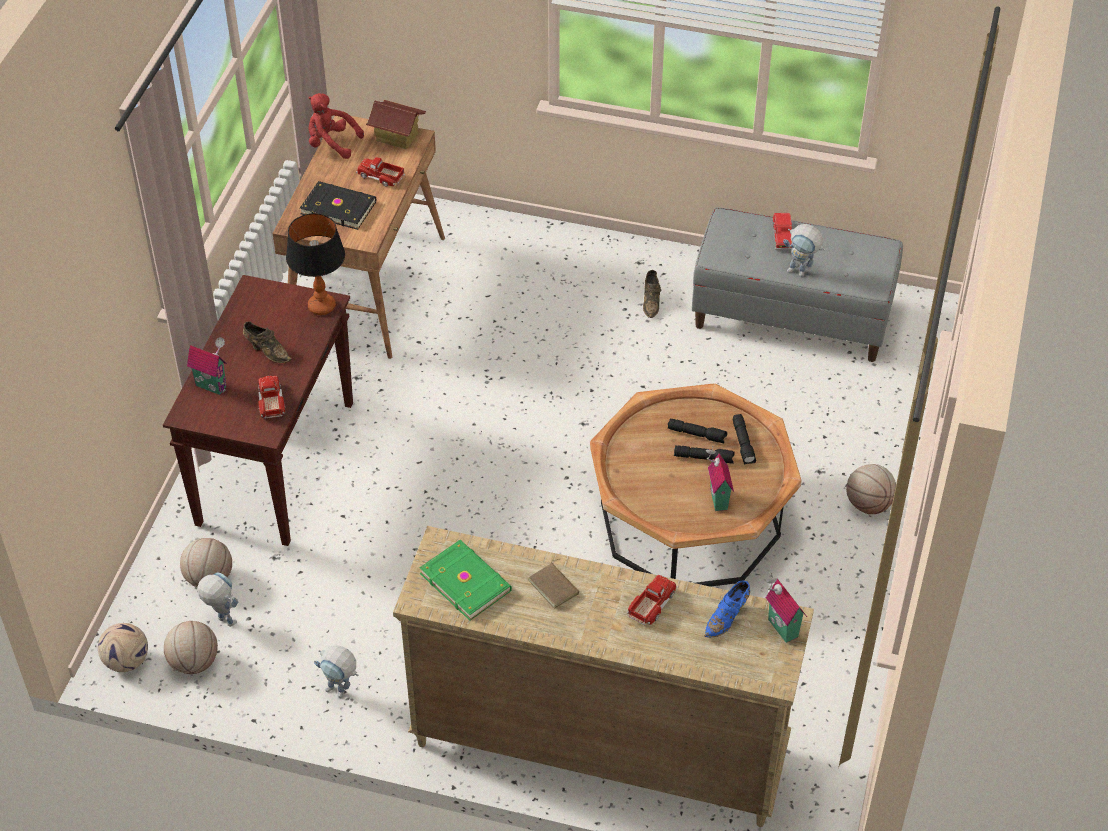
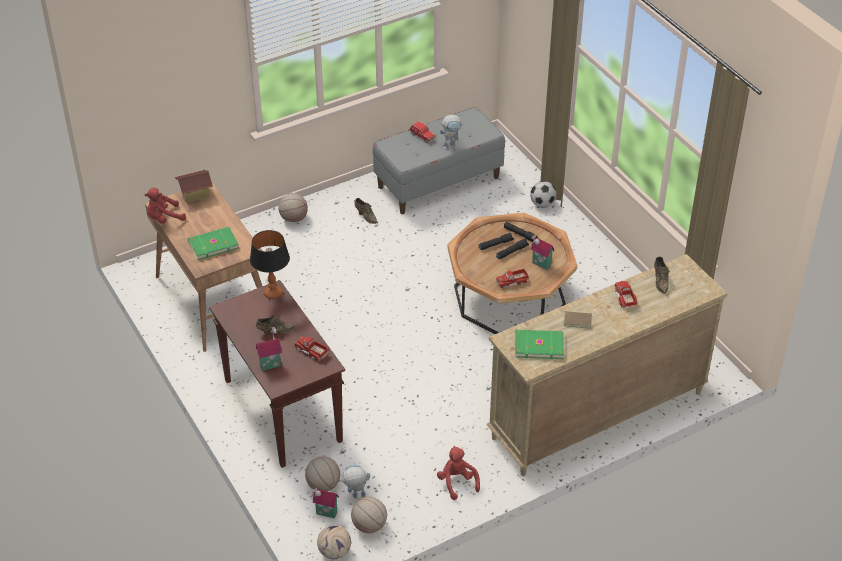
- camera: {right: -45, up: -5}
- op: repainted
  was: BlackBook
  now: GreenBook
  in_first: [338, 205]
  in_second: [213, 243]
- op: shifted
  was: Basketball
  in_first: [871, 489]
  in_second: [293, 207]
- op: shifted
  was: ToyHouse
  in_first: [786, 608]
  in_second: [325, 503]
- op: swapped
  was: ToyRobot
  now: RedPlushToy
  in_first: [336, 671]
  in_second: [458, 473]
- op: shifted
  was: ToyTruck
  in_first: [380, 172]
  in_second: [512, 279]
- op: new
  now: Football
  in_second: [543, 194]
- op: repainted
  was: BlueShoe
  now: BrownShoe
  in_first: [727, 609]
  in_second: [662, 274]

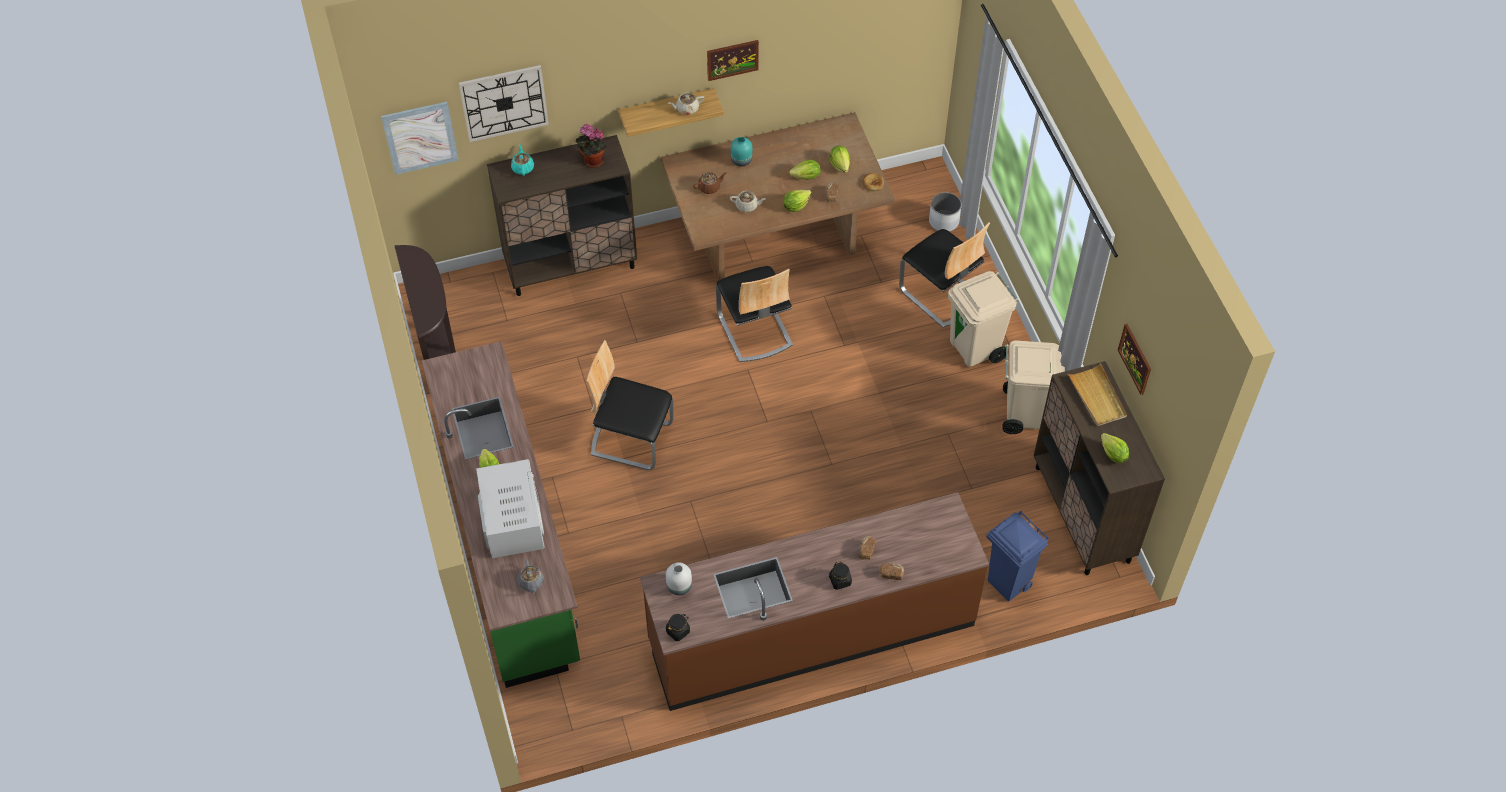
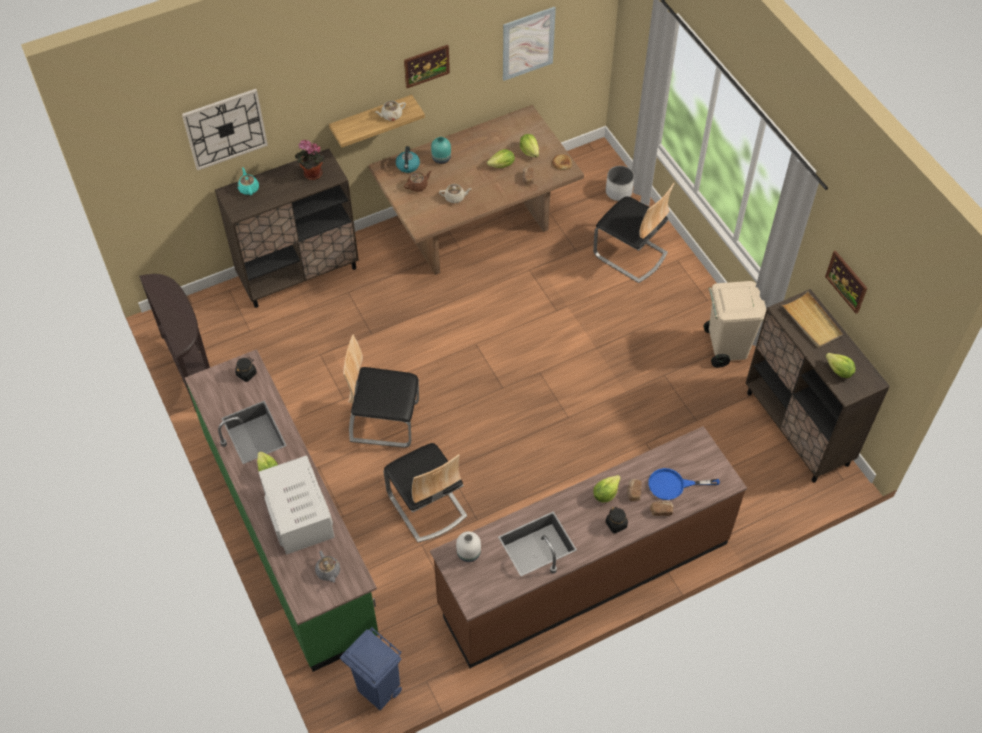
- camera: {right: -10, up: 0}
- op: shifted
  was: BlackJar
  in_first: [678, 627]
  in_second: [246, 369]
- op: shifted
  was: BlueTrashCan
  in_first: [1017, 556]
  in_second: [371, 668]
- op: shifted
  was: Chair
  in_first: [754, 314]
  in_second: [425, 493]
- op: new
  now: Kettle
  in_second: [408, 159]
- op: shifted
  was: Picture
  in_first: [420, 138]
  in_second: [529, 44]
- op: shifted
  was: Lettuce
  in_first: [797, 201]
  in_second: [607, 489]
- op: new
  now: BlueFryingPan
  in_second: [684, 484]
- op: gone
  was: BeigeTrashCan
  in_first: [983, 319]

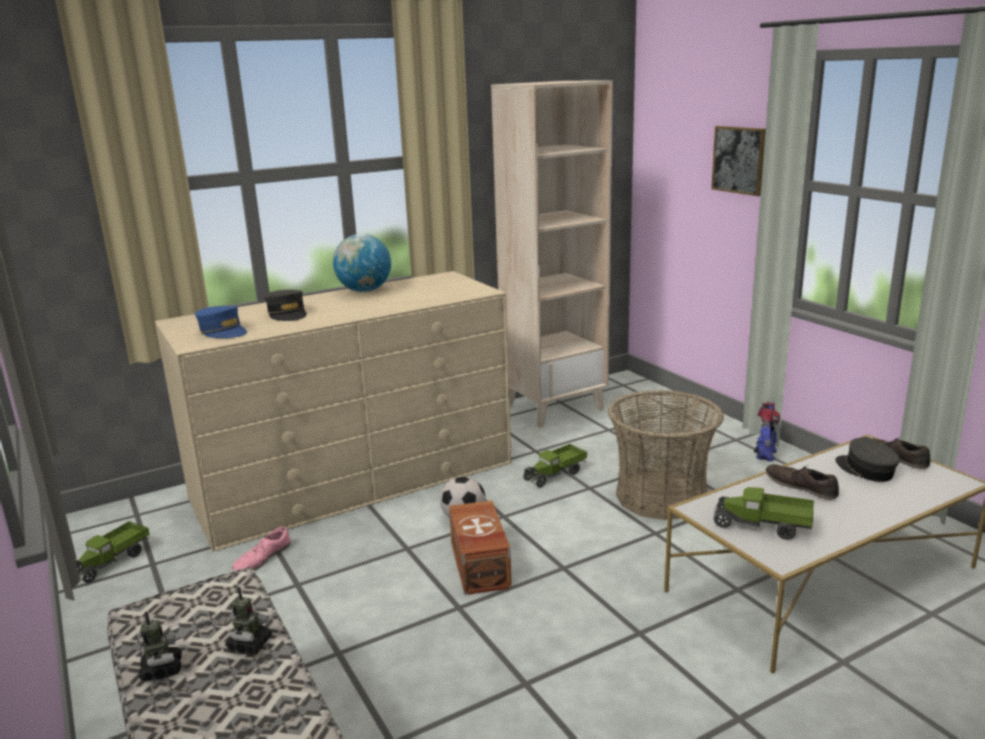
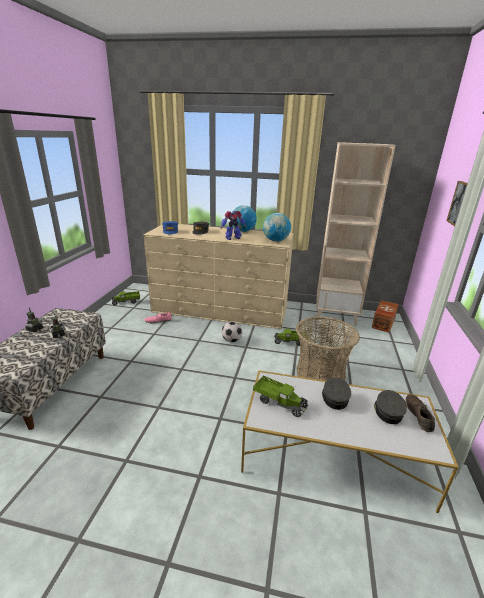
- camera: {right: 40, up: 5}
- op: shifted
  was: ToyRobot
  in_first: [767, 432]
  in_second: [233, 225]
- op: rotated
  was: ToyTruck
  in_first: [763, 513]
  in_second: [280, 396]
  clockwise: 150
- op: new
  now: Globe
  in_second: [277, 227]
- op: swapped
  was: BrownShoe
  now: GreyCap
  in_first: [802, 482]
  in_second: [336, 393]
- op: shifted
  was: BrownStorageBox
  in_first: [480, 547]
  in_second: [385, 316]

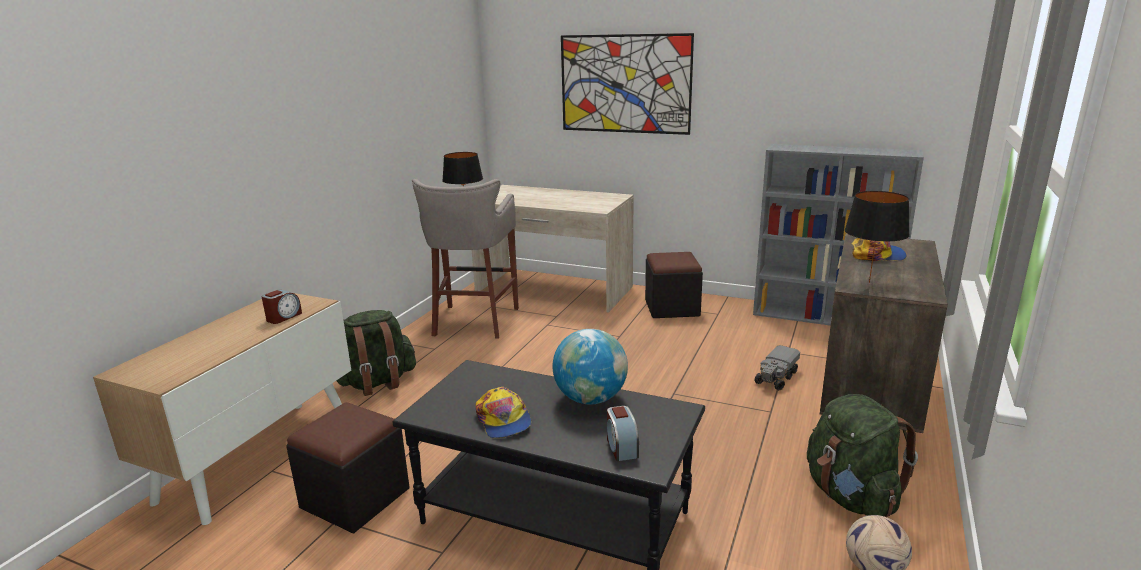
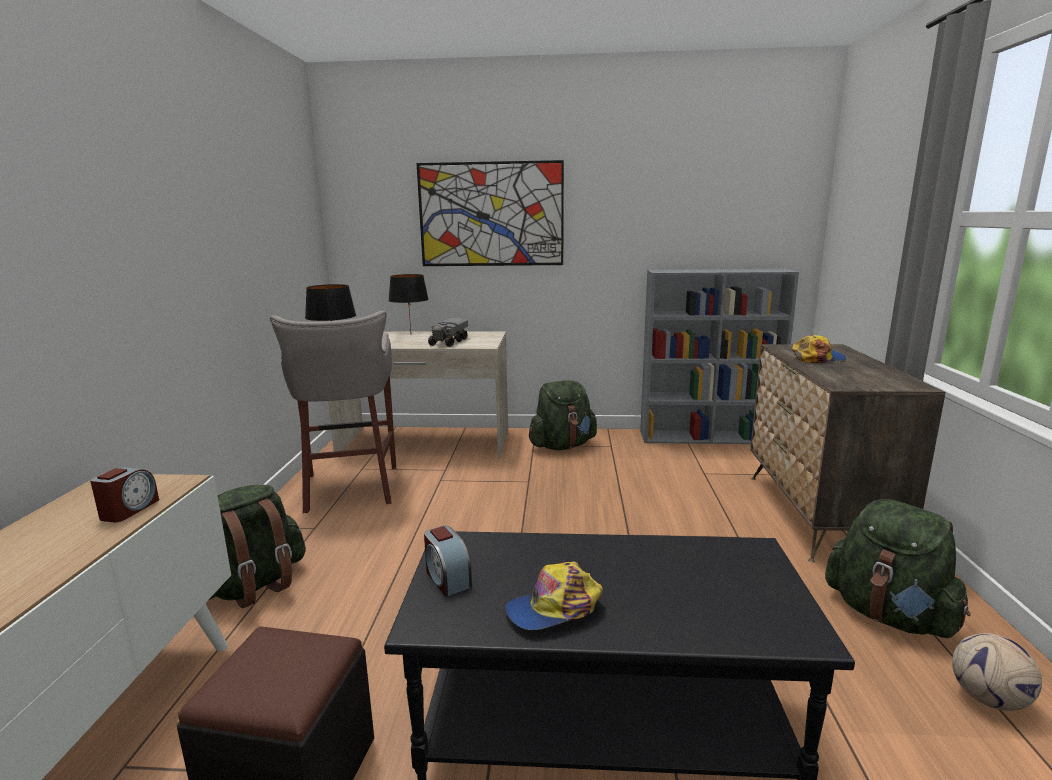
- camera: {right: -20, up: -5}
- op: shifted
  was: BlackTableLamp
  in_first: [877, 237]
  in_second: [408, 302]
- op: shifted
  was: AlarmClock
  in_first: [623, 433]
  in_second: [448, 561]
- op: shifted
  was: ToyTruck
  in_first: [777, 367]
  in_second: [448, 332]
- op: rotated
  was: Cap
  in_first: [503, 412]
  in_second: [554, 596]
  clockwise: 105
- op: swapped
  was: BlackOttoman
  now: GreenBackpack
  in_first: [674, 285]
  in_second: [563, 415]
- op: gone
  was: Globe
  in_first: [590, 367]

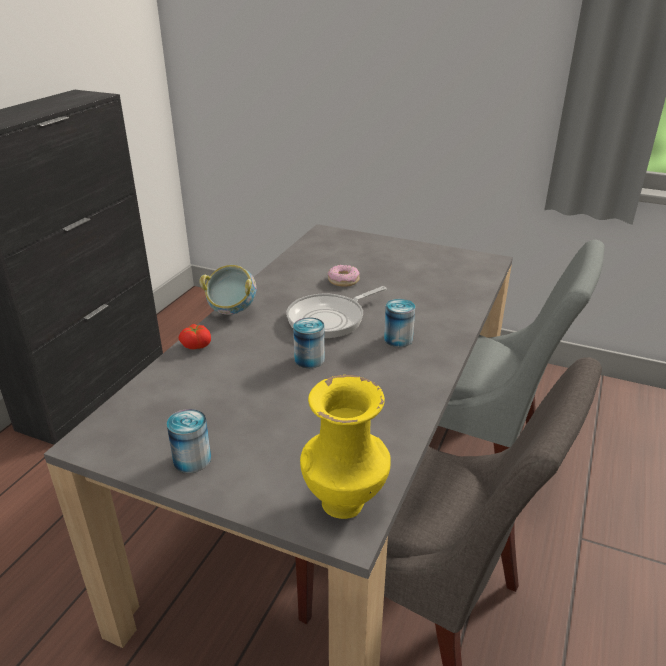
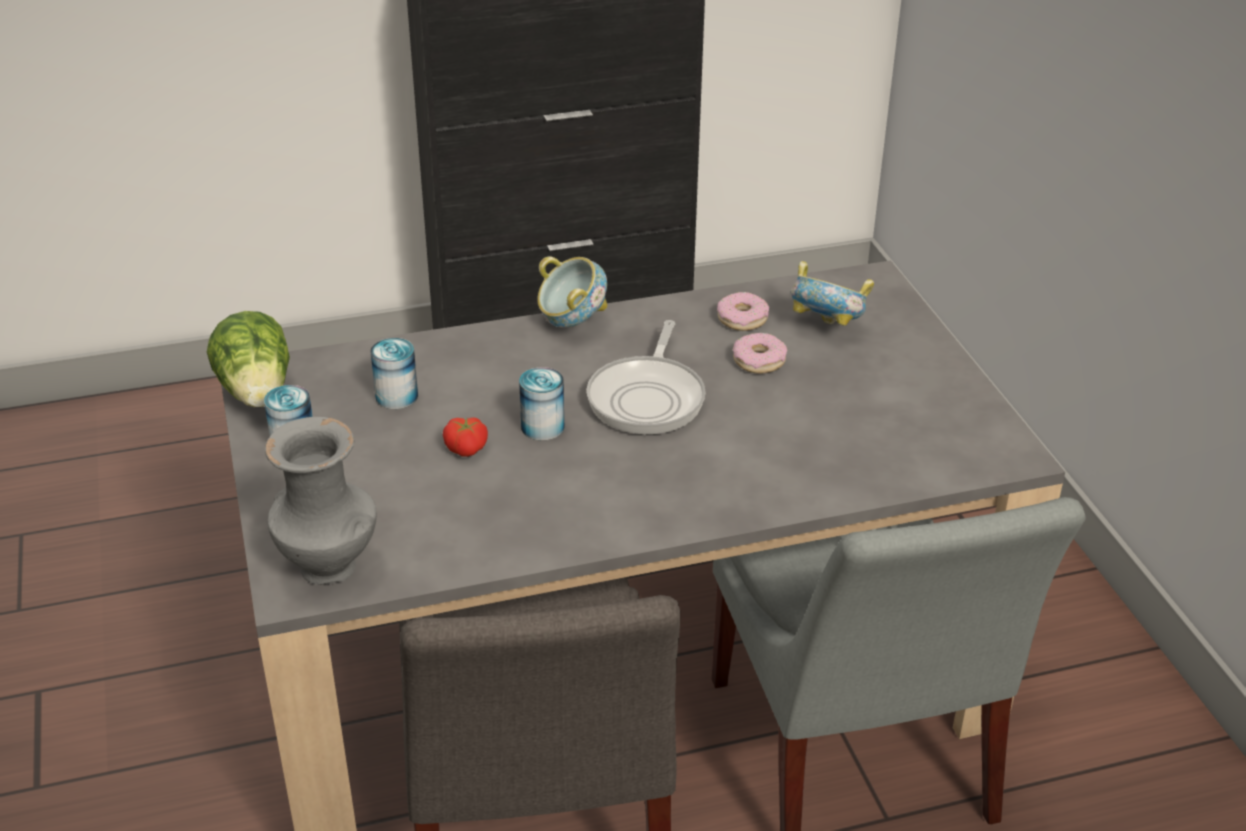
- camera: {right: 50, up: 5}
- op: new
  now: Lettuce
  in_second: [248, 359]
- op: repainted
  was: YellowVase
  now: GreyVase
  in_first: [345, 447]
  in_second: [321, 501]
- op: shifted
  was: Can
  in_first: [399, 323]
  in_second: [394, 373]
- op: shifted
  was: Tomato
  in_first: [195, 336]
  in_second: [465, 437]
- op: rotated
  was: FryingPan
  in_first: [336, 312]
  in_second: [646, 377]
  clockwise: -90
- op: new
  now: Donut
  in_second: [743, 311]
- op: new
  now: Bowl
  in_second: [832, 293]

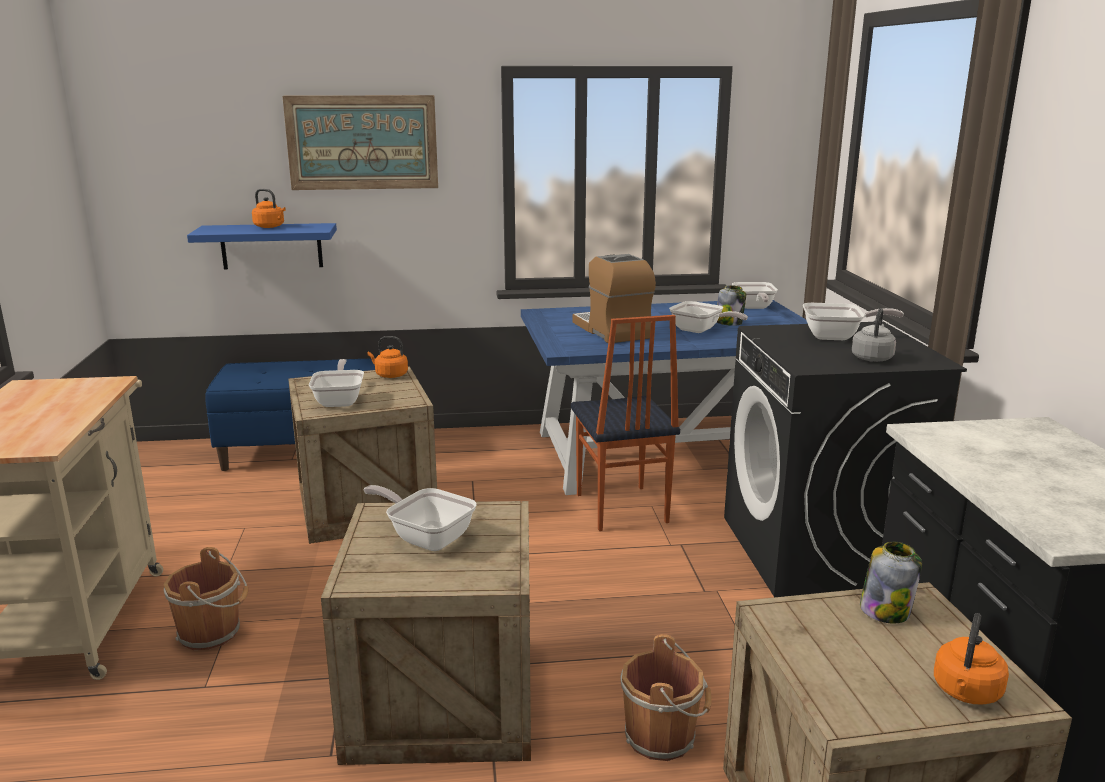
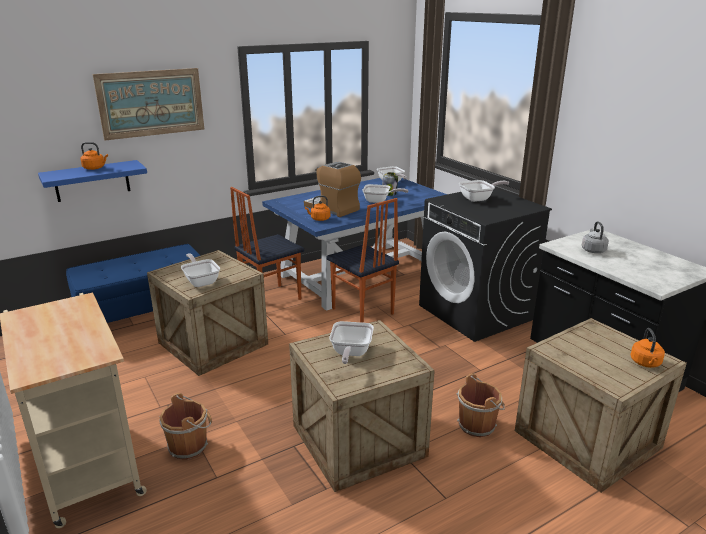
- camera: {right: -25, up: 5}
- op: new
  now: Chair
  in_second: [267, 243]
- op: shifted
  was: OrangeKettle
  in_first: [387, 357]
  in_second: [317, 208]
- op: rotated
  was: FryingPan
  in_first: [420, 518]
  in_second: [351, 342]
  clockwise: -90
- op: shifted
  was: GreyKettle
  in_first: [874, 335]
  in_second: [595, 237]
- op: gone
  was: Jar
  in_first: [891, 582]

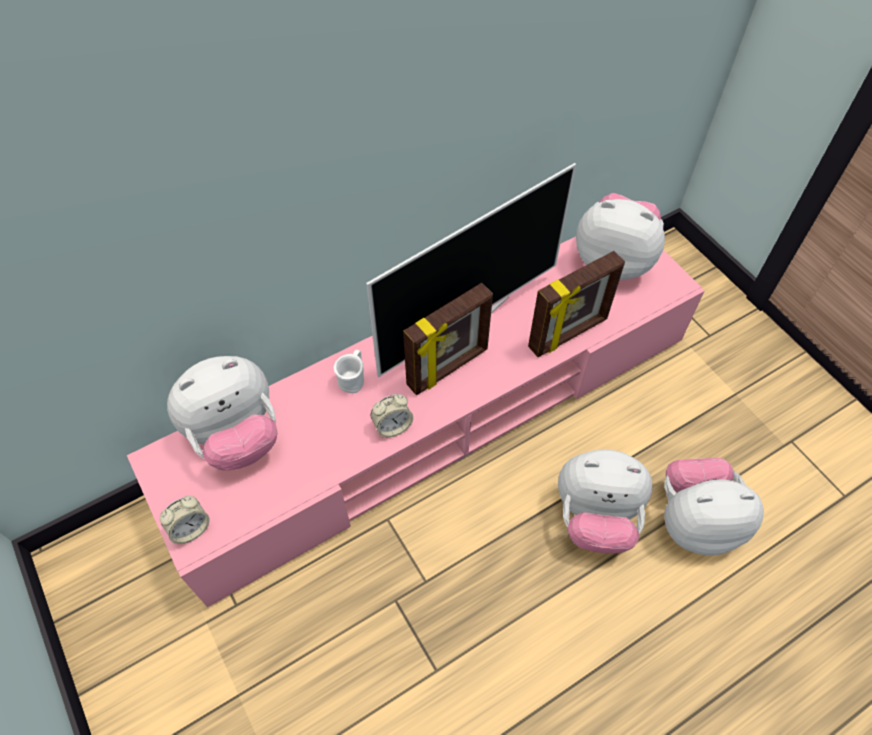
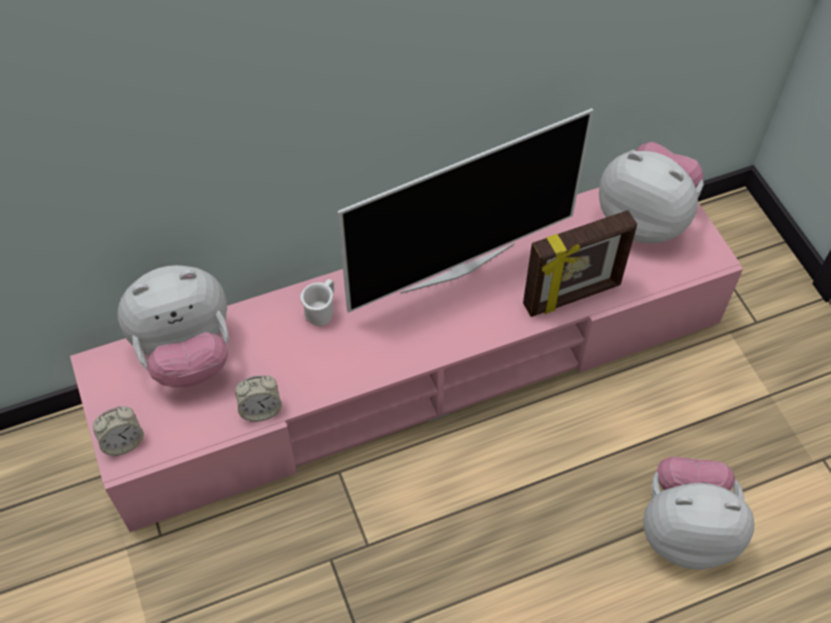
- camera: {right: 10, up: 0}
- op: shifted
  was: AlarmClock
  in_first: [392, 415]
  in_second: [258, 398]
- op: gone
  was: PictureFrame
  in_first: [448, 339]
- op: gone
  was: PlushToy
  in_first: [605, 501]

